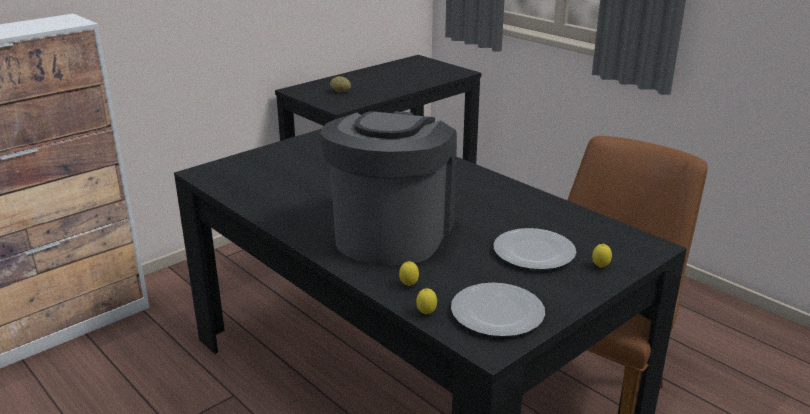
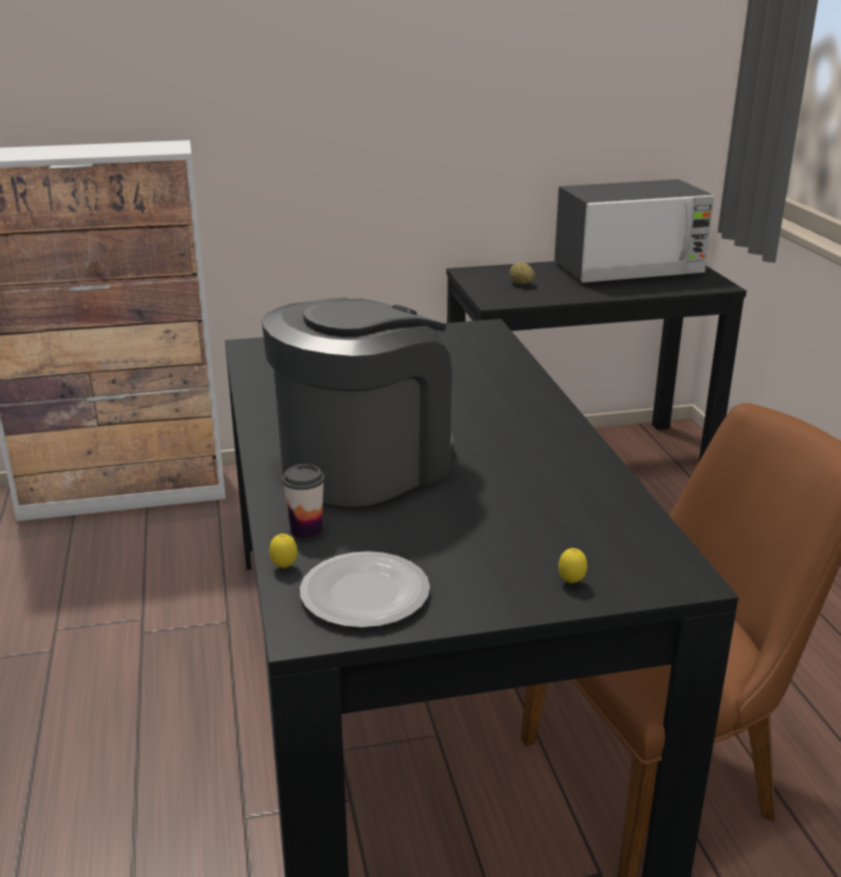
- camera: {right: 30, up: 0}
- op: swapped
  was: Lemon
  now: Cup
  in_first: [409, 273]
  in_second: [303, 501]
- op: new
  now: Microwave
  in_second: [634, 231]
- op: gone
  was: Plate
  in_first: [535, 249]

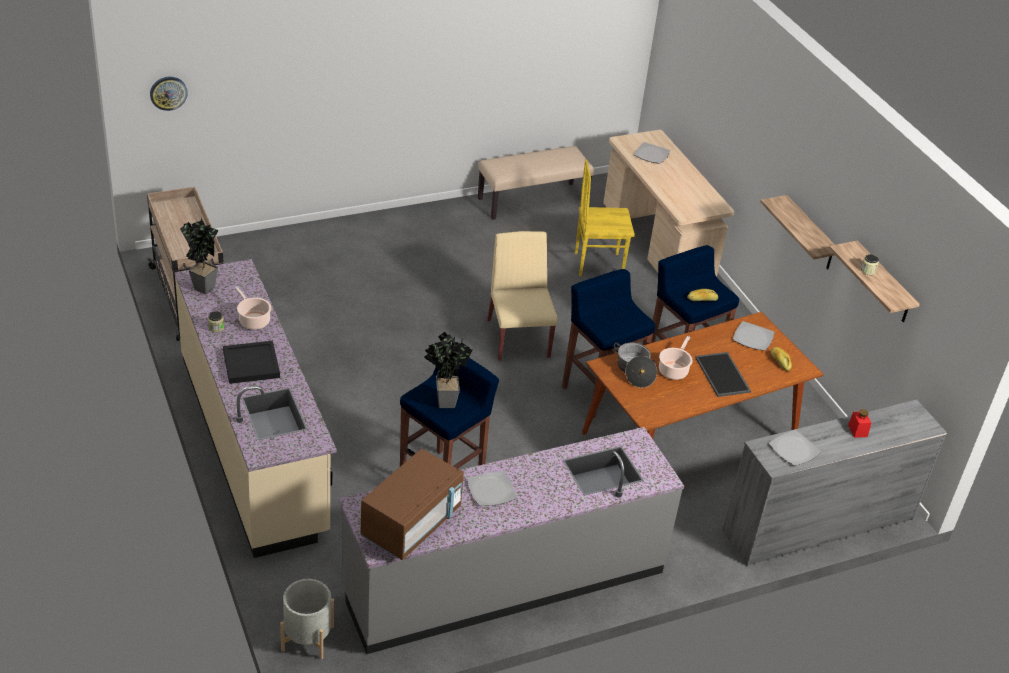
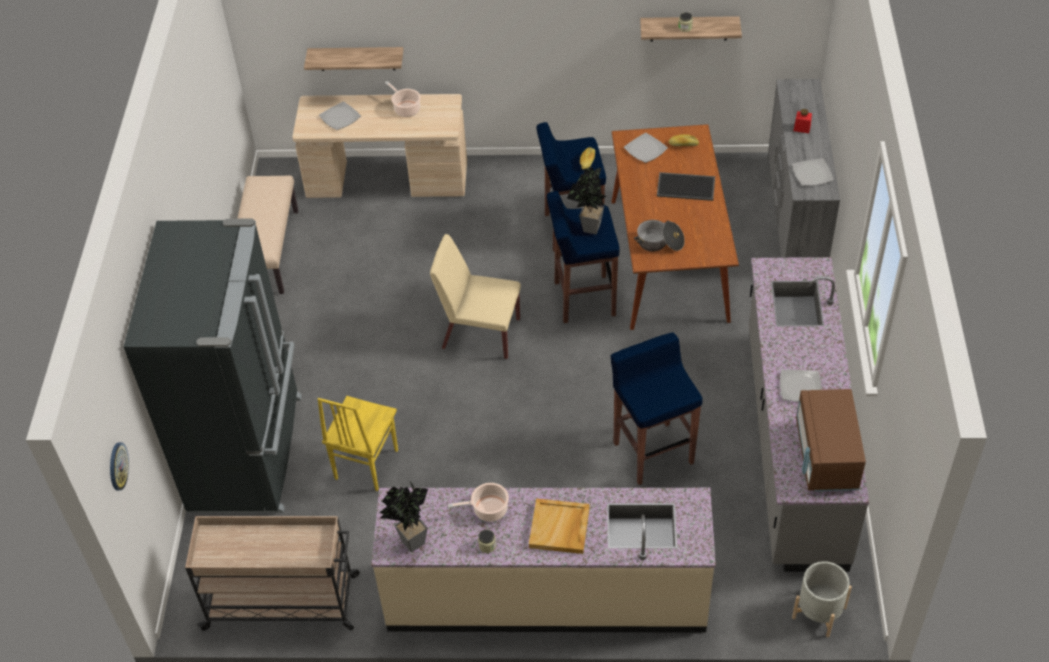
- camera: {right: -60, up: 10}
- op: new
  now: BlackFridge
  in_second: [213, 365]
- op: shifted
  was: Shelf
  in_first: [797, 232]
  in_second: [354, 59]
- op: shifted
  was: YellowChair
  in_first: [605, 217]
  in_second: [358, 443]
- op: shifted
  was: CookingPot
  in_first: [676, 358]
  in_second: [403, 99]
- op: repainted
  was: BlackTray
  now: BeigeTray
  in_first: [251, 362]
  in_second: [559, 526]
- op: shifted
  was: PottedPlant
  in_first: [448, 370]
  in_second: [586, 201]
- op: rotated
  was: BrownMicrowave
  in_first: [412, 504]
  in_second: [831, 440]
  clockwise: -150

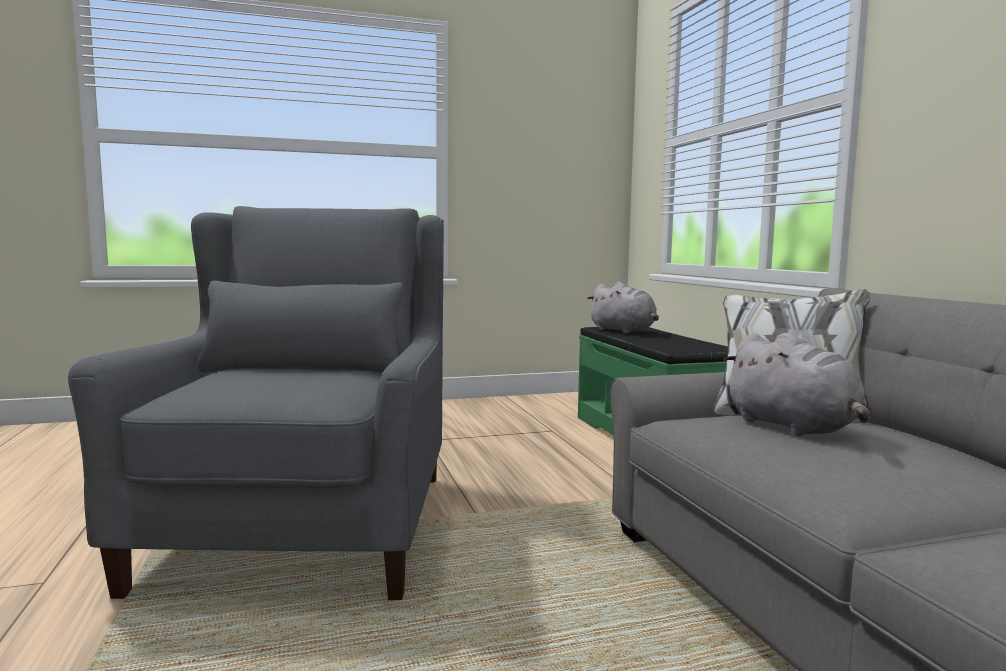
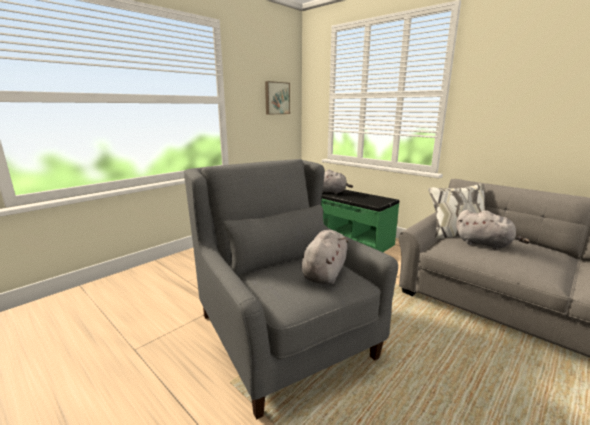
- camera: {right: -30, up: 10}
- op: new
  now: Picture
  in_second: [277, 98]
- op: new
  now: GreyPlushToy
  in_second: [324, 257]

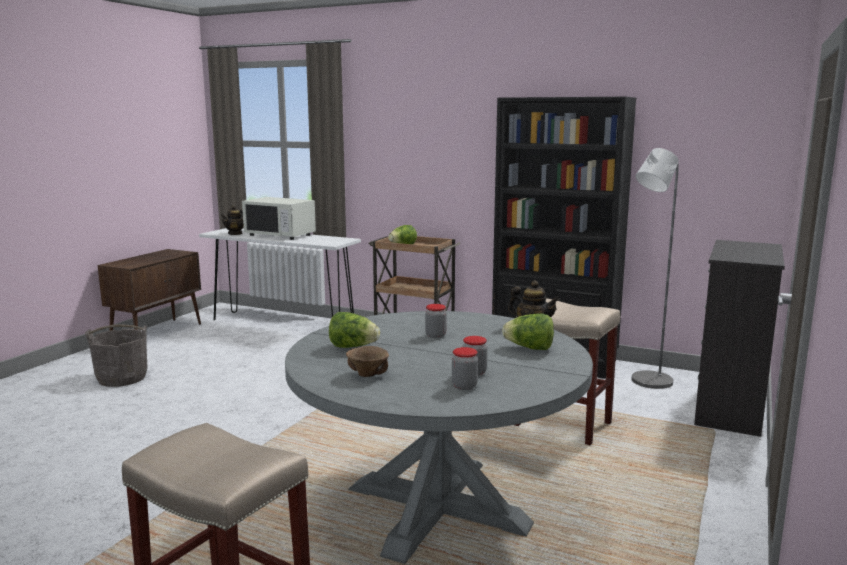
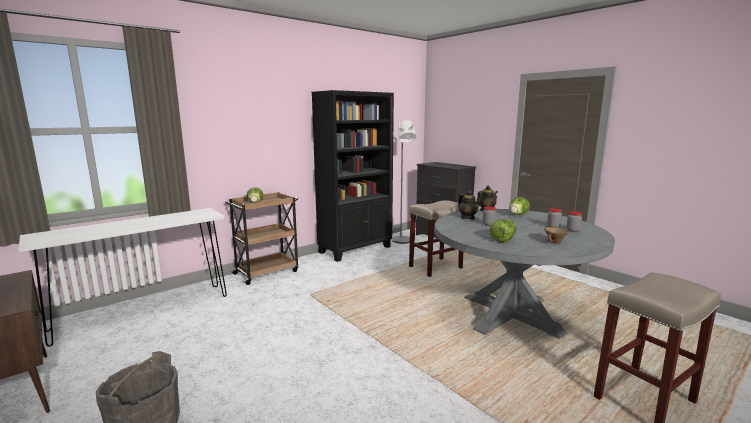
- camera: {right: -65, up: 0}
- op: shifted
  was: Teapot
  in_first: [232, 220]
  in_second: [469, 205]
- op: gone
  was: WhiteMicrowave
  in_first: [279, 218]

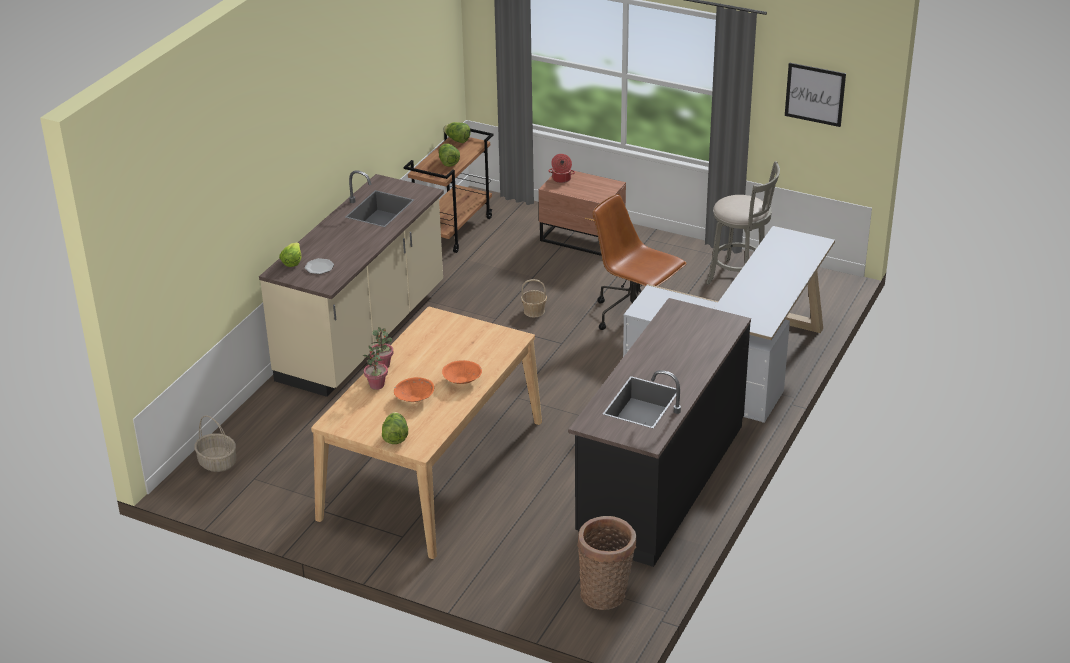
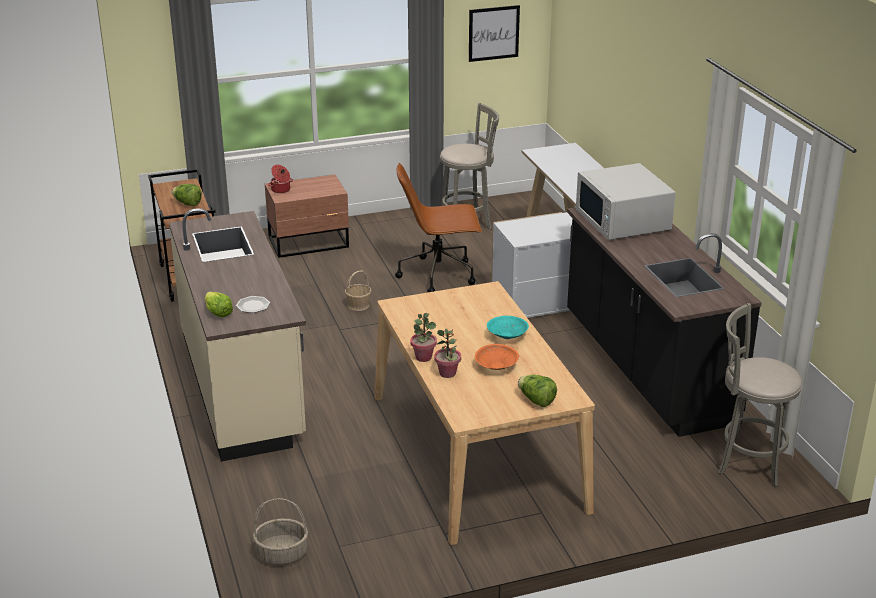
- camera: {right: -45, up: -5}
- op: repainted
  was: OrangeBowl
  now: TurquoiseBowl
  in_first: [462, 372]
  in_second: [508, 327]
- op: new
  now: WhiteMicrowave
  in_second: [625, 201]
- op: swapped
  was: Basket
  now: GreyStool
  in_first: [606, 563]
  in_second: [760, 395]
- op: gone
  was: Lettuce
  in_first: [457, 132]

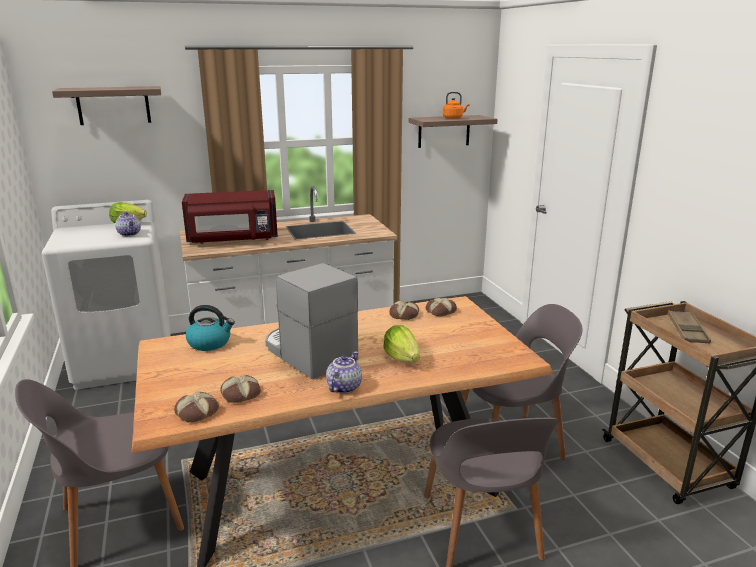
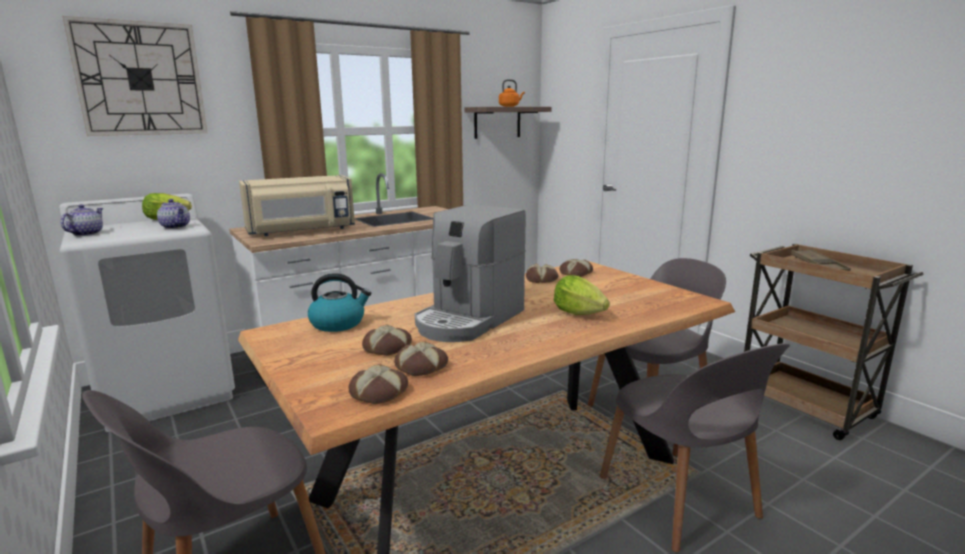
- camera: {right: -15, up: -5}
- op: shifted
  was: Teapot
  in_first: [344, 372]
  in_second: [82, 220]
- op: swapped
  was: Shelf
  now: WallClock
  in_first: [106, 105]
  in_second: [134, 76]
- op: repainted
  was: RedMicrowave
  now: BeigeMicrowave
  in_first: [230, 217]
  in_second: [297, 205]
- op: new
  now: Bread
  in_second: [387, 340]
- op: rotated
  was: CoffeeMachine
  in_first: [311, 321]
  in_second: [470, 273]
  clockwise: -90

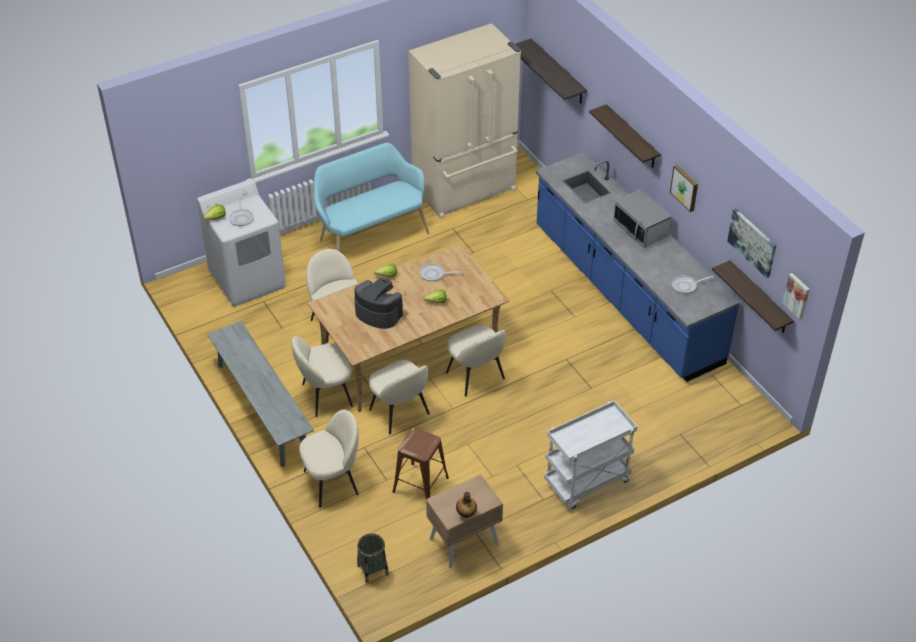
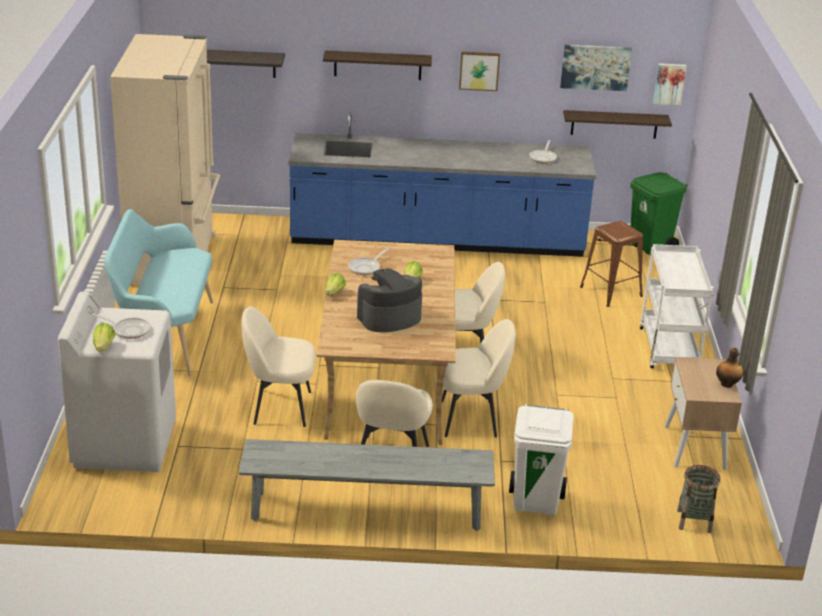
- camera: {right: -60, up: -15}
- op: swapped
  was: BeigeChair
  now: WhiteTrashCan
  in_first: [329, 458]
  in_second: [541, 459]
- op: shifted
  was: BrownStool
  in_first: [420, 463]
  in_second: [611, 264]
- op: new
  now: GreenTrashCan
  in_second: [659, 213]
- op: gone
  was: Microwave
  in_first: [642, 218]

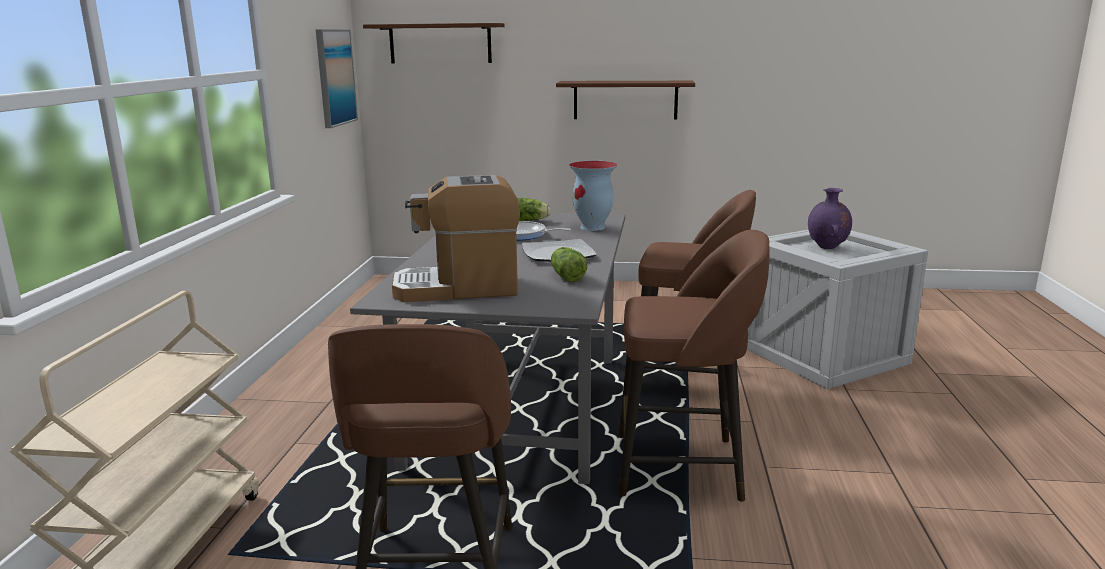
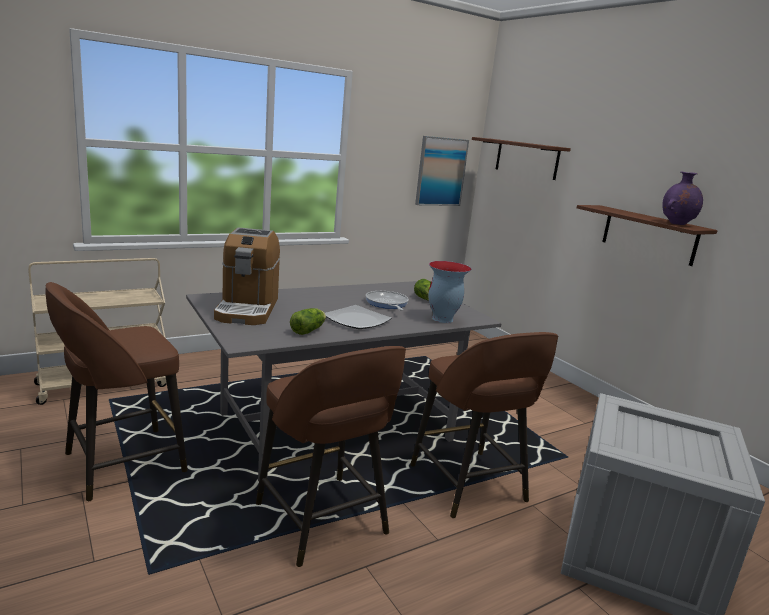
- camera: {right: 50, up: 0}
- op: rotated
  was: CoffeeMachine
  in_first: [456, 238]
  in_second: [247, 276]
  clockwise: -135
- op: shifted
  was: PurpleVase
  in_first: [830, 218]
  in_second: [682, 198]

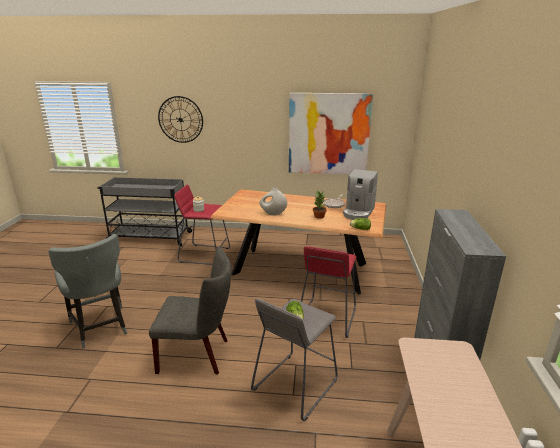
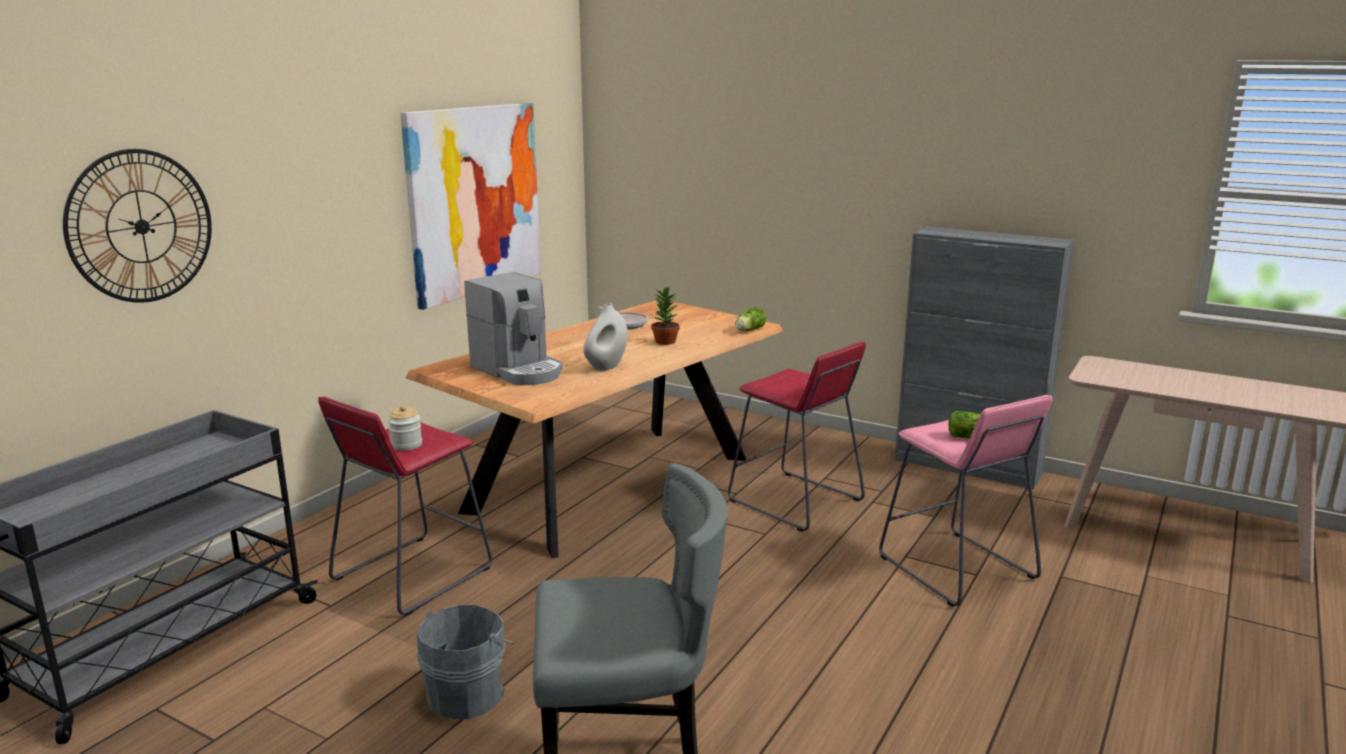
- camera: {right: -65, up: -5}
- op: new
  now: GreyBucket
  in_second: [465, 662]
- op: shifted
  was: CoffeeMachine
  in_first: [360, 194]
  in_second: [513, 328]
- op: repainted
  was: GreyStool
  now: PinkStool
  in_first: [294, 359]
  in_second: [965, 501]
- op: gone
  was: GreyChair
  in_first: [190, 310]

